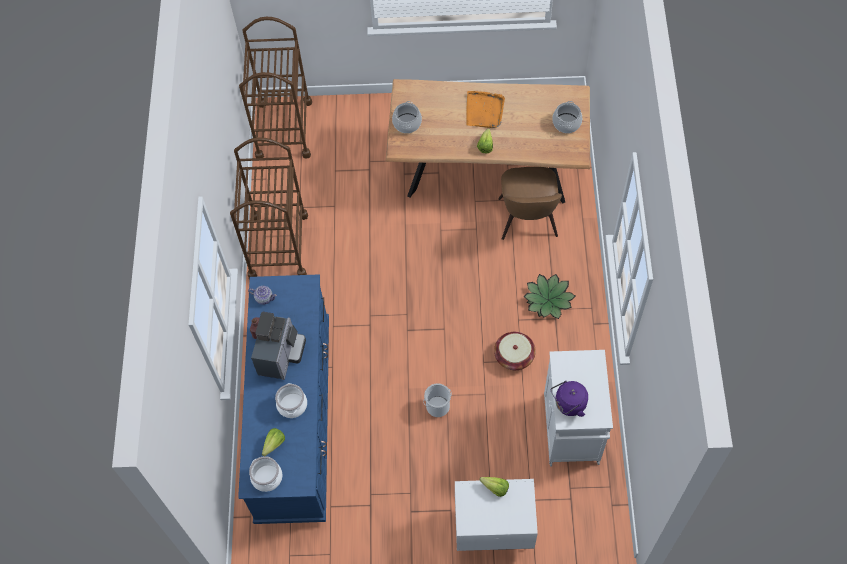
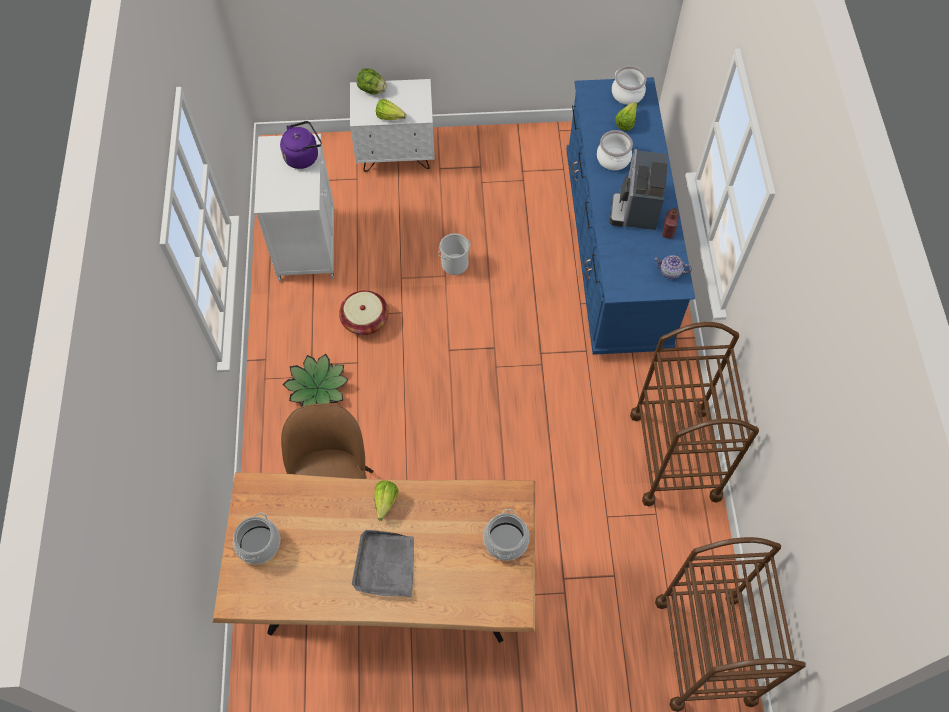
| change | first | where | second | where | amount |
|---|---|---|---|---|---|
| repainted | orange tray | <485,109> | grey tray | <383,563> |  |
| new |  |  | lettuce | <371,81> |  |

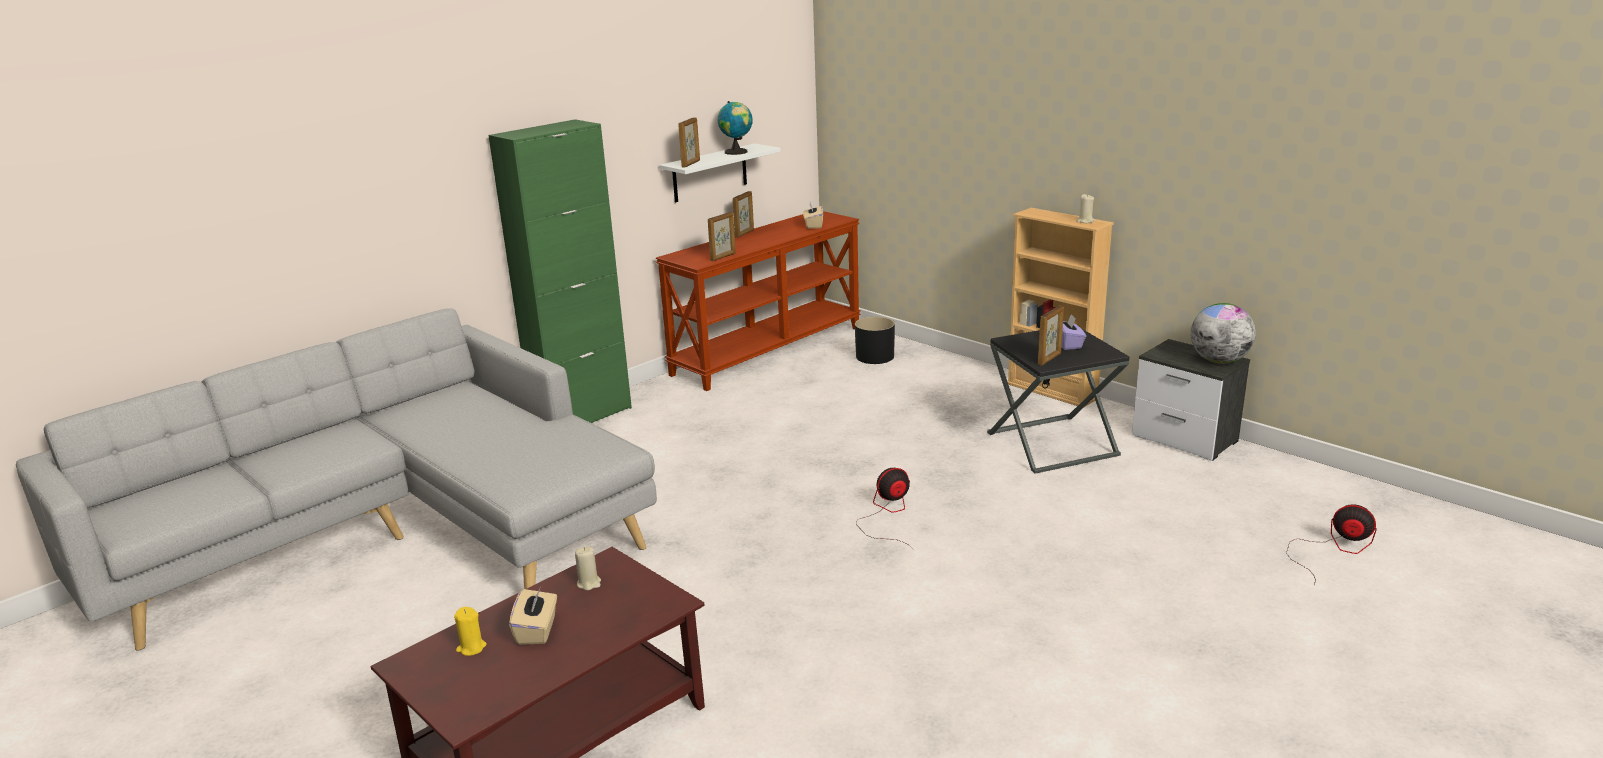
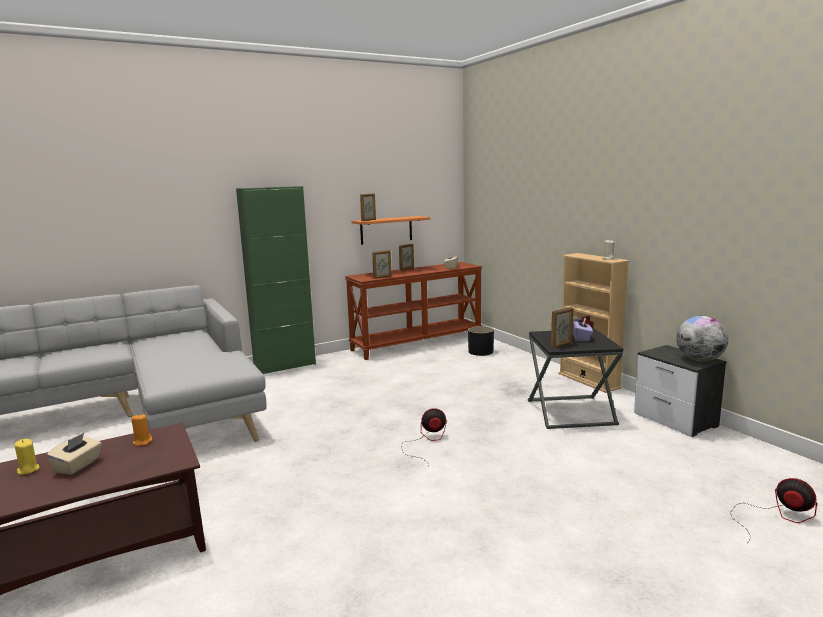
| change | first | where | second | where | amount |
|---|---|---|---|---|---|
| repainted | beige candle | <588,568> | orange candle | <141,430> |  |
| repainted | white shelf | <720,172> | orange shelf | <391,230> |  |
| gone | globe | <735,128> |  |  |  |

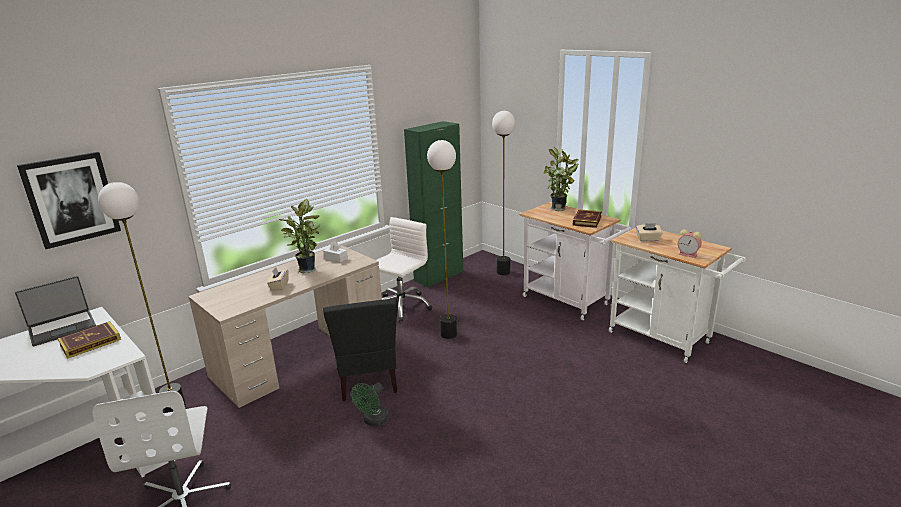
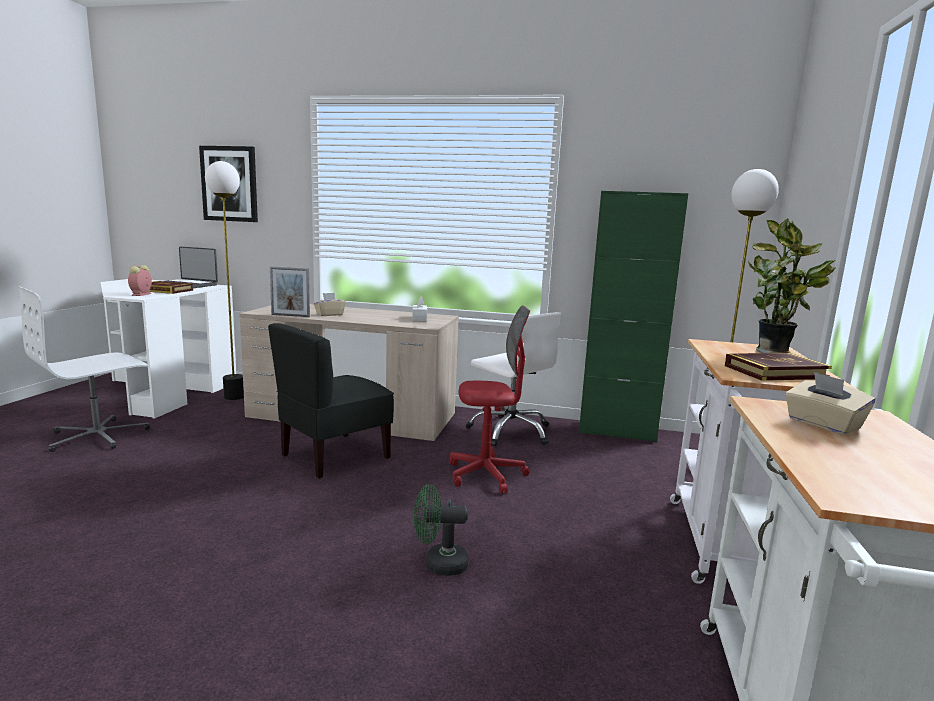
| change | first | where | second | where | amount |
|---|---|---|---|---|---|
| gone | potted plant | <299,236> |  |  |  |
| shifted | green fan | <370,404> |  | <441,530> |  |
| rotated | white office chair | <404,269> |  | <513,379> | 45 degrees clockwise |
| swapped | floor lamp | <442,239> | red office chair | <490,399> |  |
| shifted | alarm clock | <690,243> |  | <140,280> |  |
| new |  |  | picture frame | <290,292> |  |

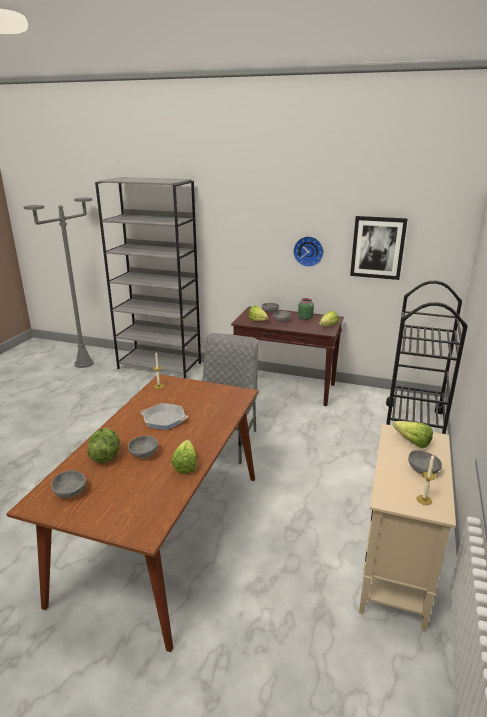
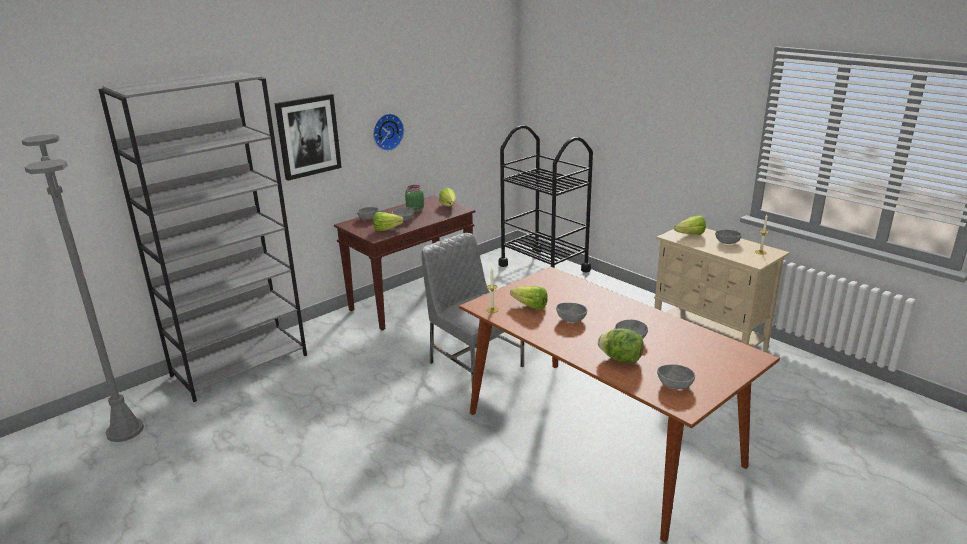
| change | first | where | second | where | amount |
|---|---|---|---|---|---|
| swapped | frying pan | <164,416> | grey bowl | <571,312> |  |
| shifted | lettuce | <184,457> |  | <529,298> |  |
| shifted | picture | <379,248> |  | <308,137> |  |

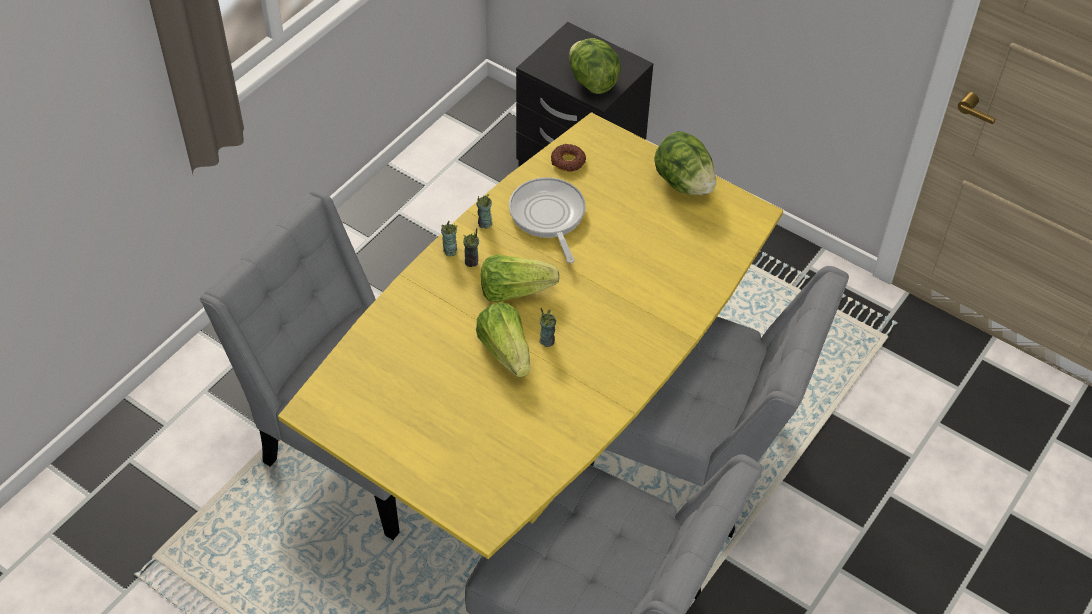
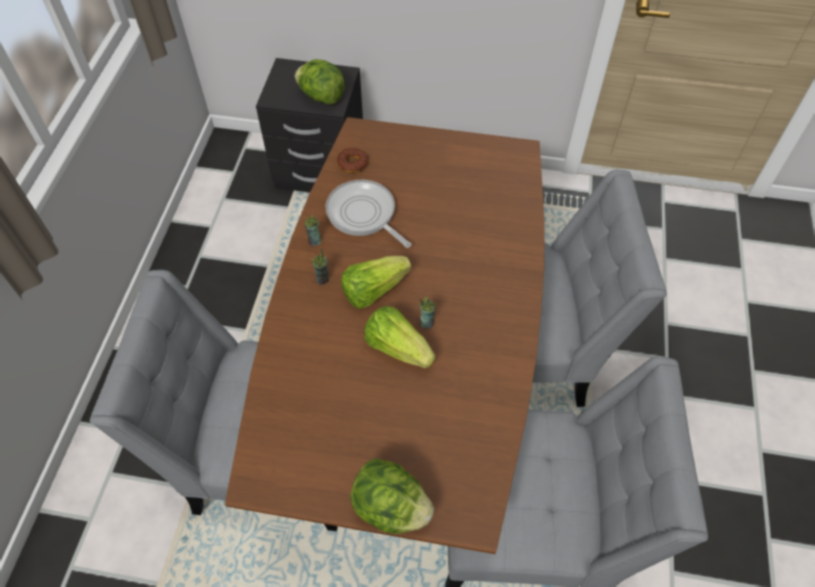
| change | first | where | second | where | amount |
|---|---|---|---|---|---|
| repainted | yellow dining table | <530,335> | brown dining table | <385,335> |  |
| gone | cup | <449,238> |  |  |  |
| shifted | lettuce | <685,163> |  | <392,496> |  |

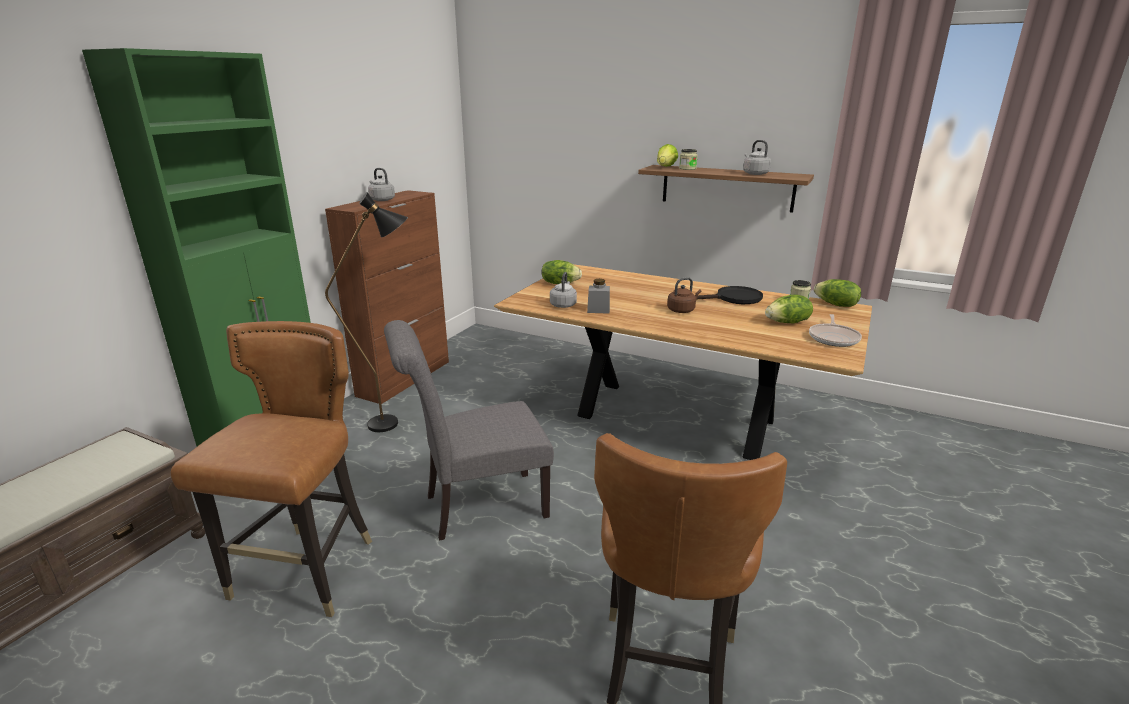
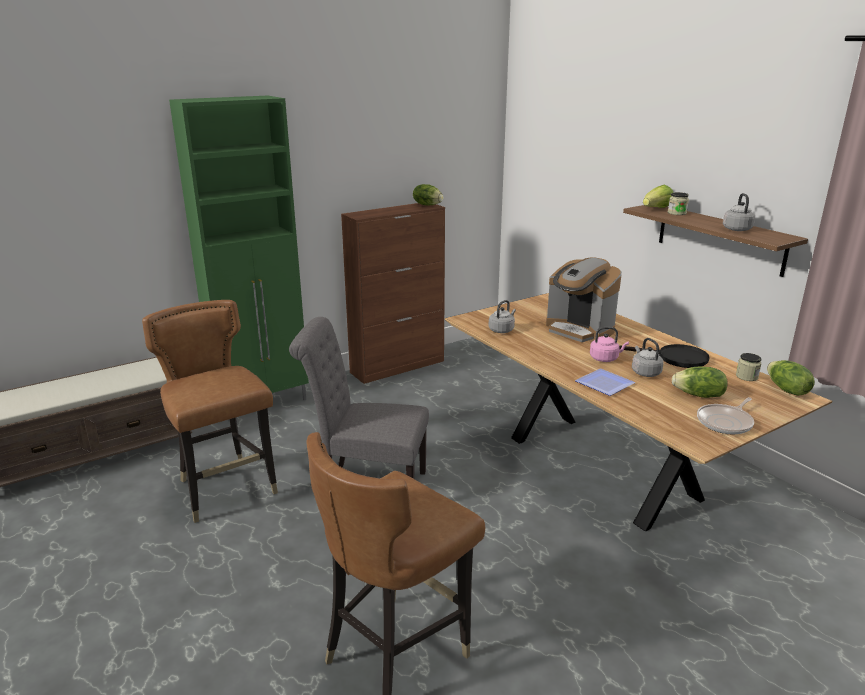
| change | first | where | second | where | amount |
|---|---|---|---|---|---|
| rotated | brown chair | <271,469> |  | <210,411> | 75 degrees counterclockwise |
| gone | black floor lamp | <366,312> |  |  |  |
| shifted | grey kettle | <381,184> |  | <648,357> |  |
| shifted | lettuce | <562,272> |  | <428,194> |  |
| gone | grey jar | <598,296> |  |  |  |
| repainted | brown kettle | <684,295> | pink kettle | <609,344> |  |
| new |  |  | coffee machine | <584,299> |  |
| new |  |  | plate | <605,382> |  |

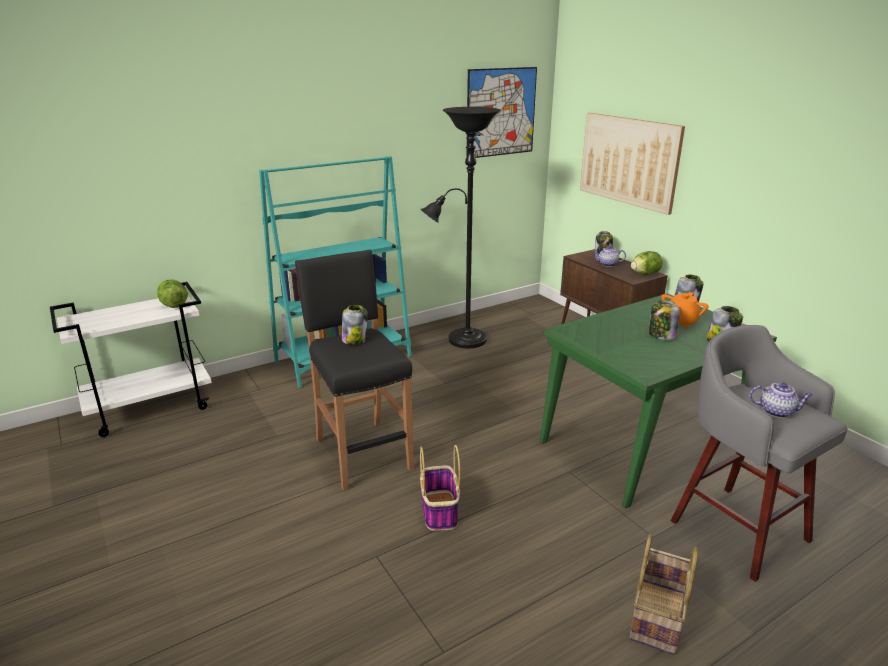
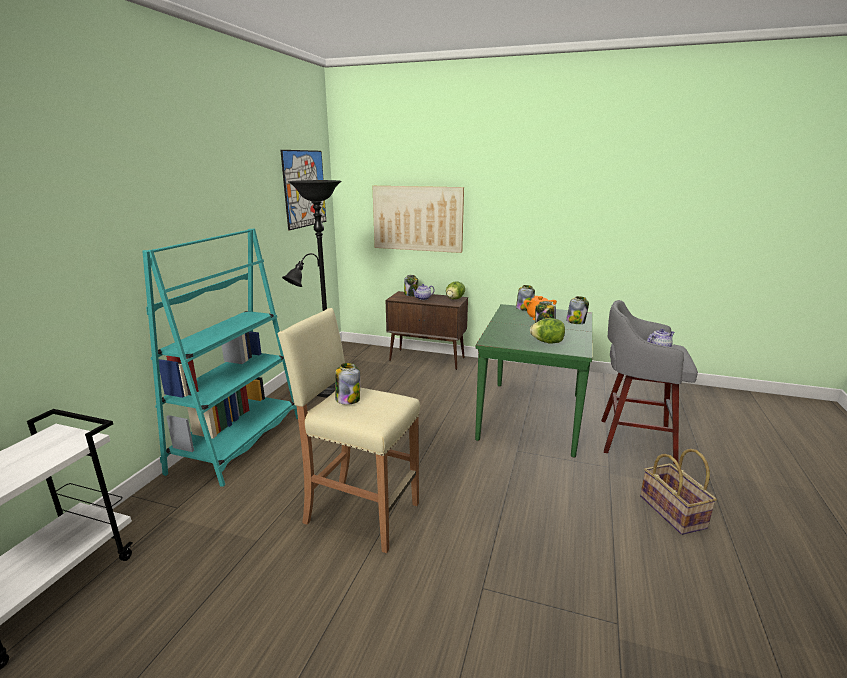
| change | first | where | second | where | amount |
|---|---|---|---|---|---|
| shifted | lettuce | <172,294> |  | <547,330> |  |
| repainted | black stool | <354,370> | beige stool | <348,430> |  |
| gone | basket | <440,488> |  |  |  |

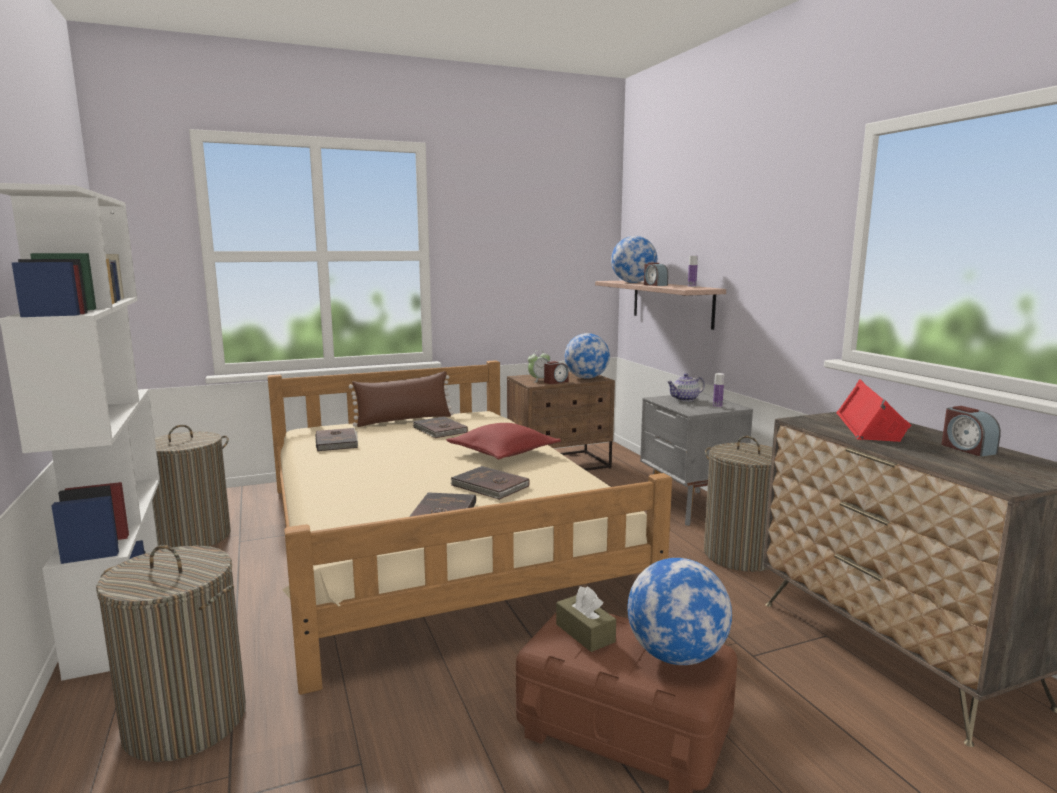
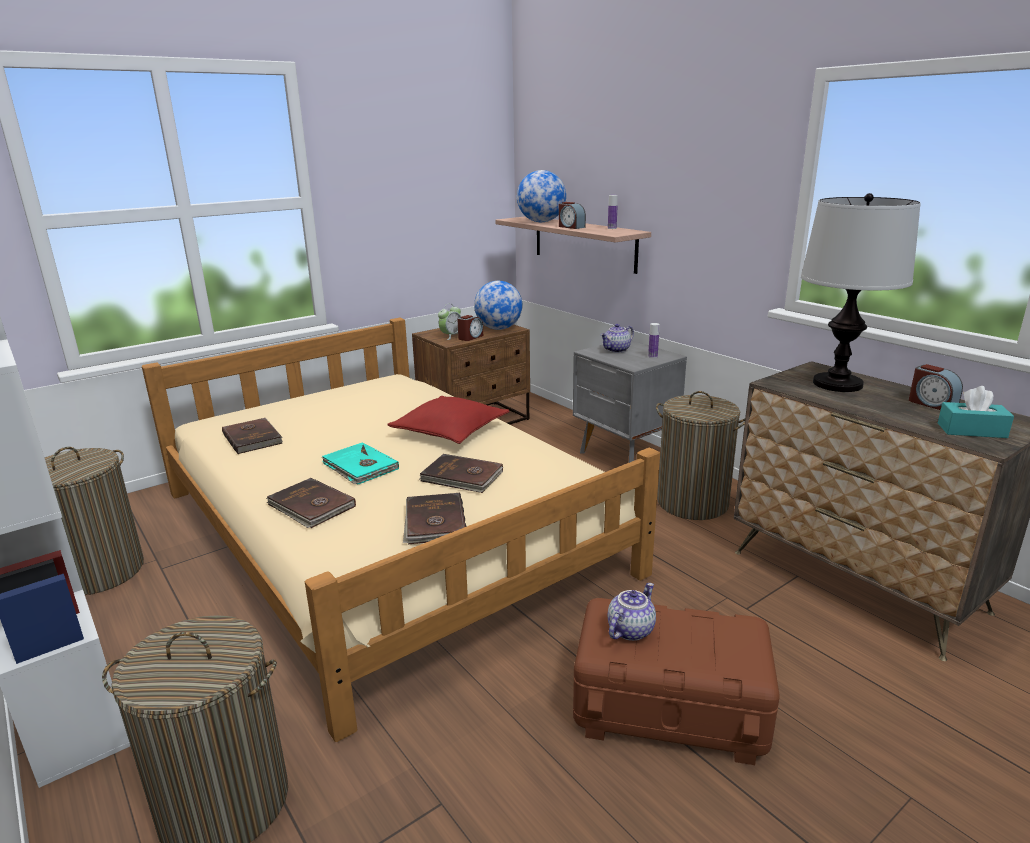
| change | first | where | second | where | amount |
|---|---|---|---|---|---|
| gone | brown pillow | <401,399> |  |  |  |
| shifted | brown book | <440,427> |  | <311,503> |  |
| swapped | brown tissue box | <586,619> | teapot | <632,612> |  |
| gone | globe | <679,611> |  |  |  |
| swapped | red speaker | <873,410> | table lamp | <861,292> |  |
| new |  |  | turquoise book | <360,463> |  |
| new |  |  | turquoise tissue box | <976,412> |  |

